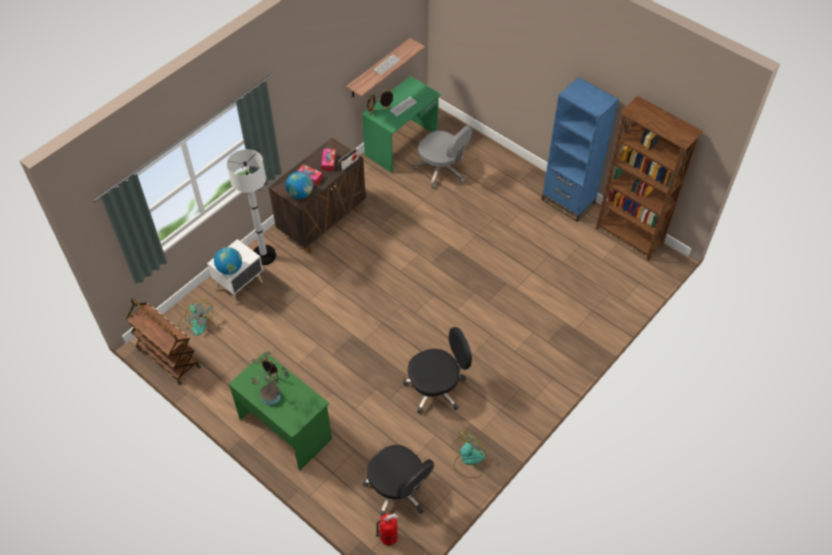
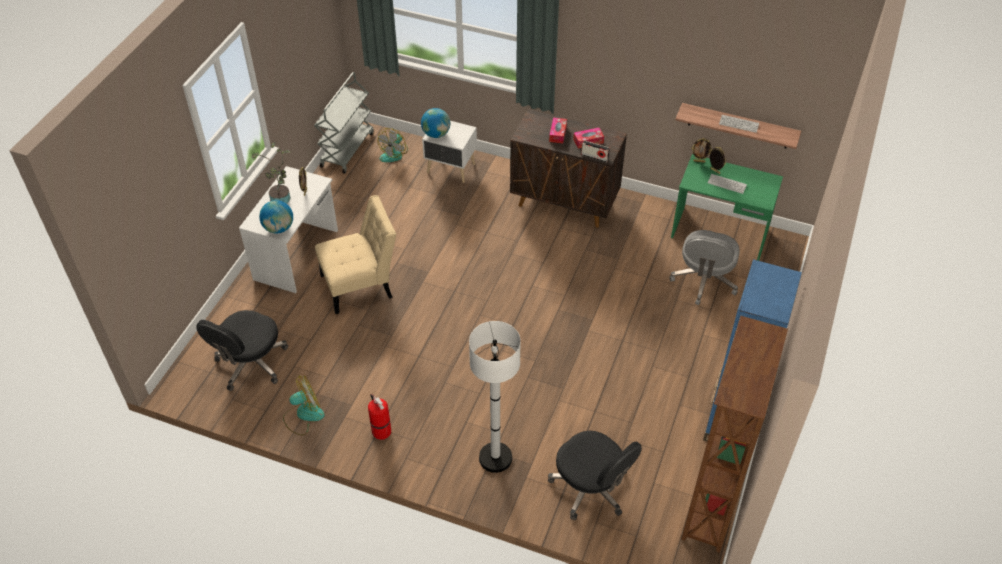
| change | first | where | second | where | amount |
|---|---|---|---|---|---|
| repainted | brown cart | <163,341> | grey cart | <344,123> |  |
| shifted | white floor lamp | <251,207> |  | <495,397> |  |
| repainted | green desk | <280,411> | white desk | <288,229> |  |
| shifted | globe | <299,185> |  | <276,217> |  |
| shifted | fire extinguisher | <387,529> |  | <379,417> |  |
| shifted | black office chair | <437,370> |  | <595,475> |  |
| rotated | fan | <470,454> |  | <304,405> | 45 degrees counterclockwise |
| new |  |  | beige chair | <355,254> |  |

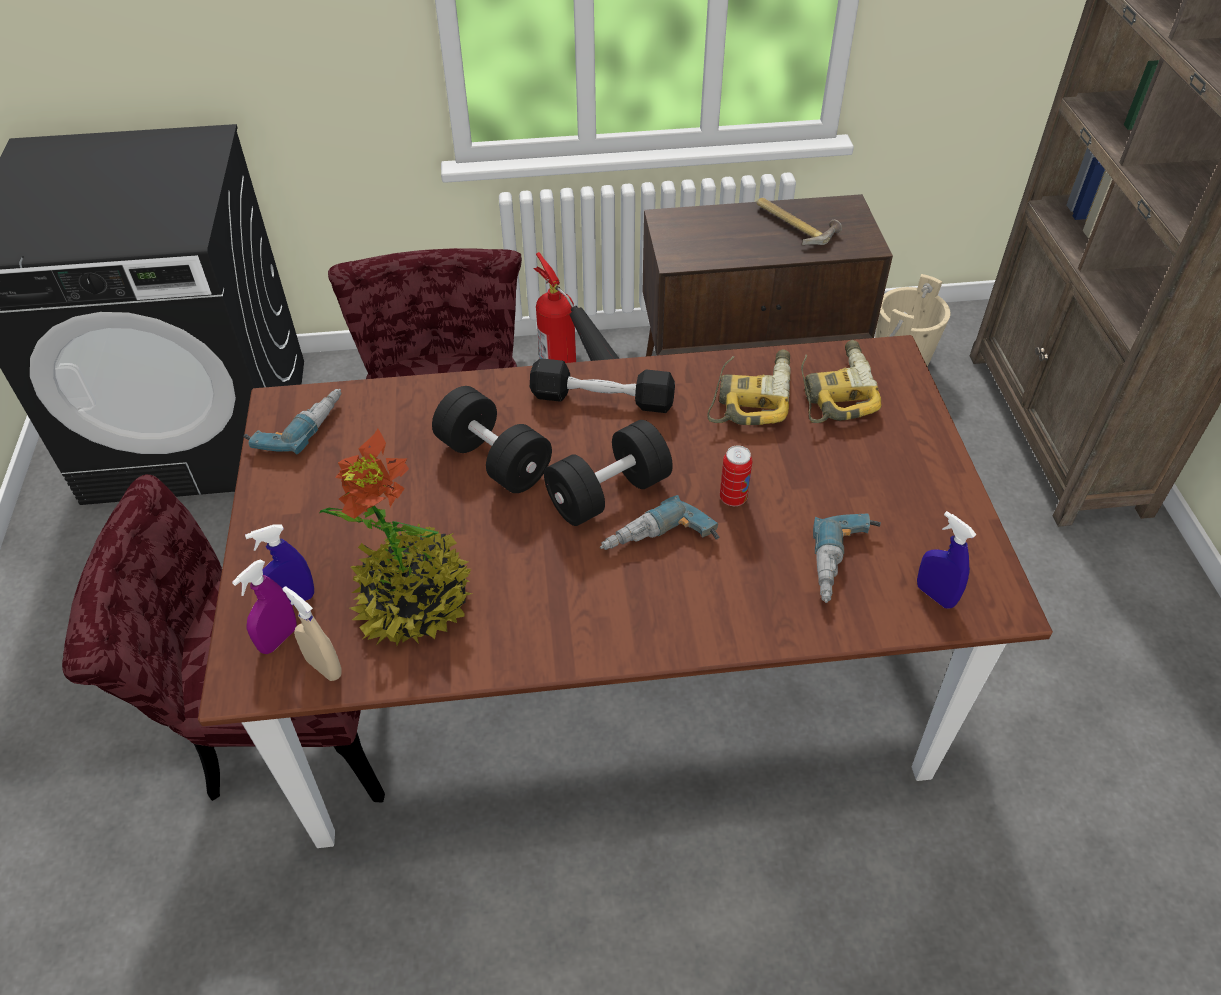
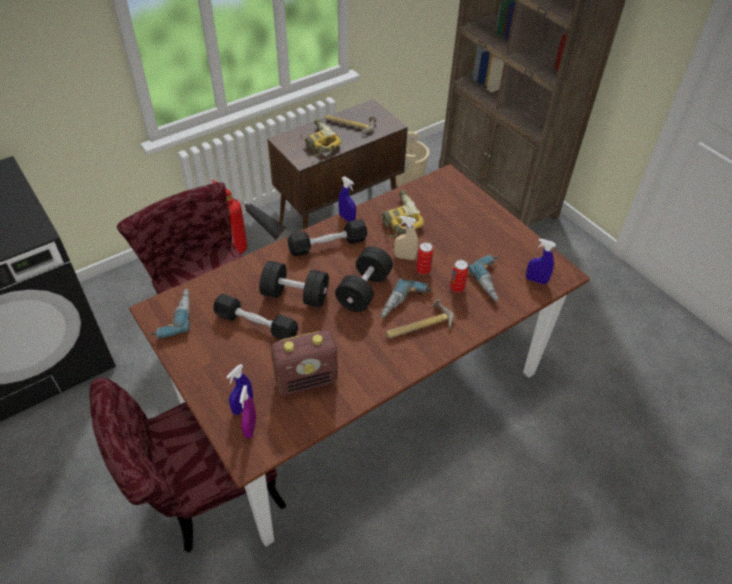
| change | first | where | second | where | amount |
|---|---|---|---|---|---|
| shifted | beige spray bottle | <312,633> |  | <406,238> |  |
| swapped | potted plant | <395,537> | radio | <304,362> |  |
| shifted | power drill | <841,381> |  | <320,137> |  |
| new |  |  | black dumbbell | <255,317> |  |
| new |  |  | blue spray bottle | <347,199> |  |
| new |  |  | hammer | <420,318> |  |
| new |  |  | can | <459,276> |  |

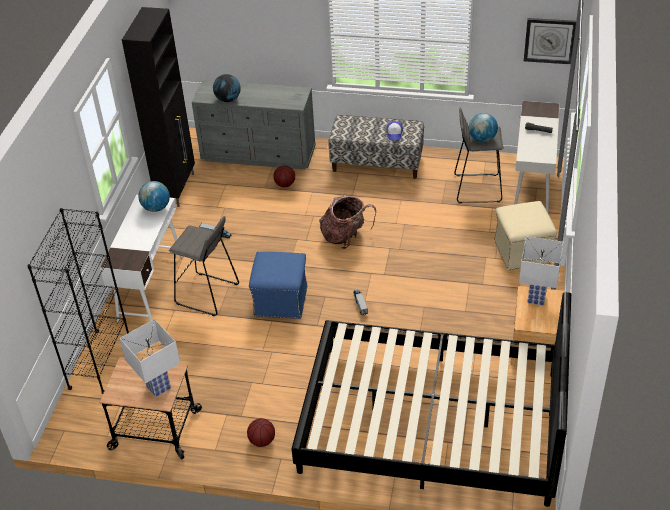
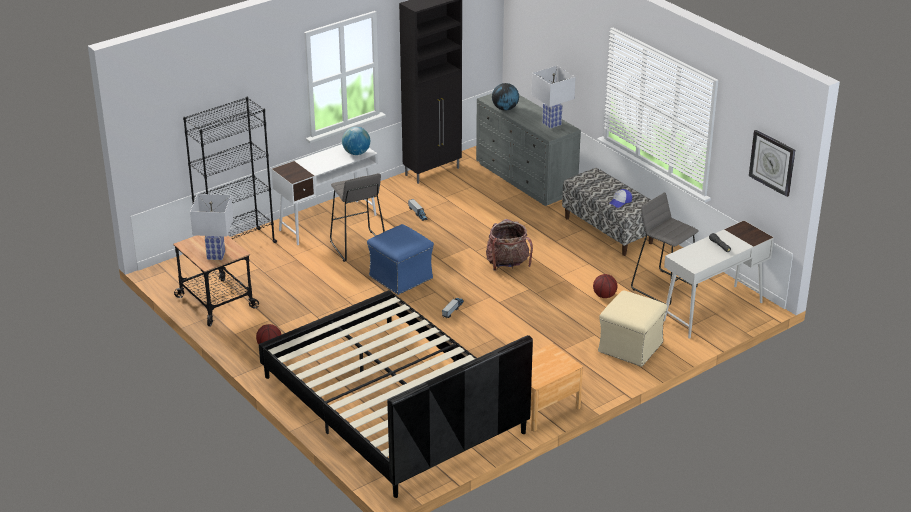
| change | first | where | second | where | amount |
|---|---|---|---|---|---|
| shifted | basketball | <284,176> |  | <605,286> |  |
| gone | globe | <483,127> |  |  |  |
| shifted | white table lamp | <541,271> |  | <554,97> |  |

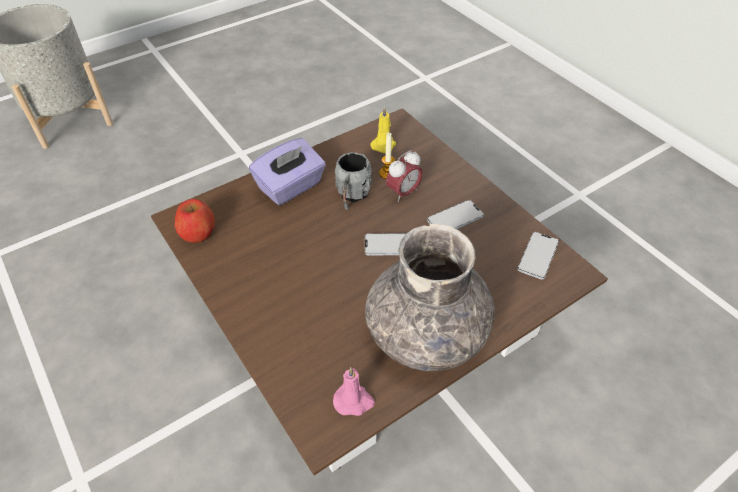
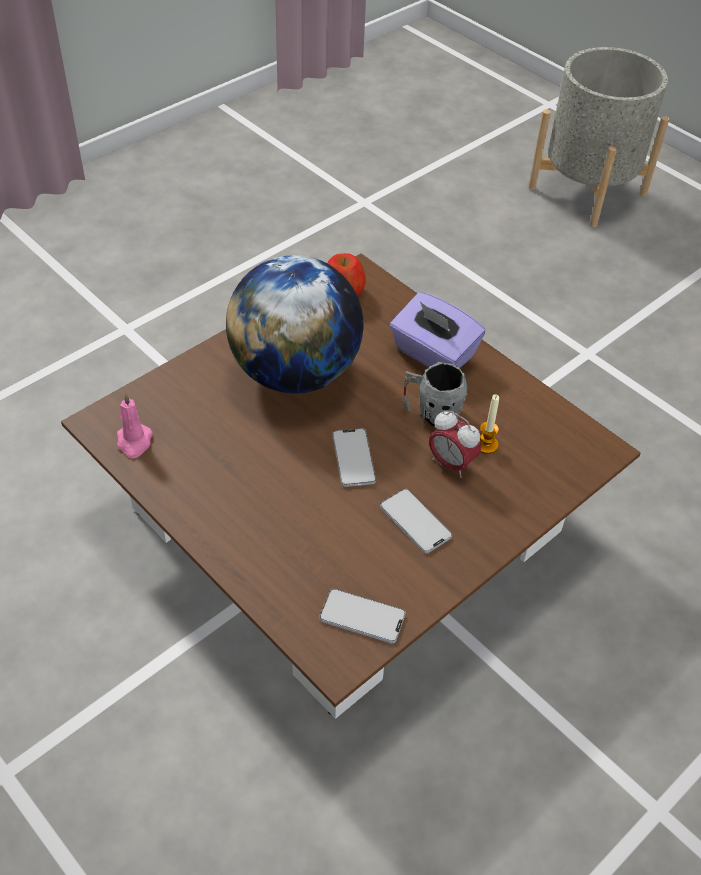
| change | first | where | second | where | amount |
|---|---|---|---|---|---|
| gone | grey vase | <430,297> |  |  |  |
| gone | yellow candle | <383,129> |  |  |  |
| new |  |  | globe | <294,324> |  |

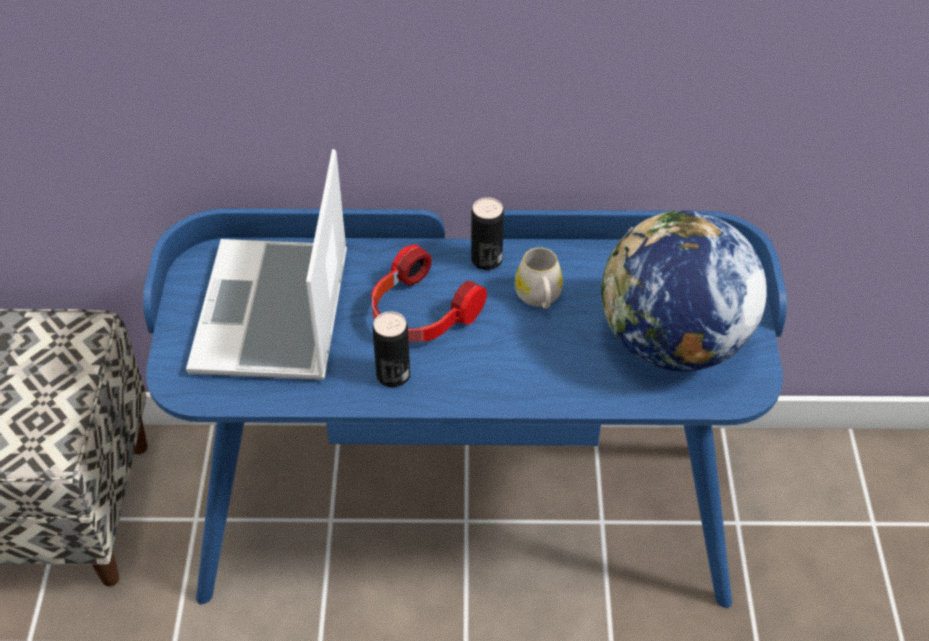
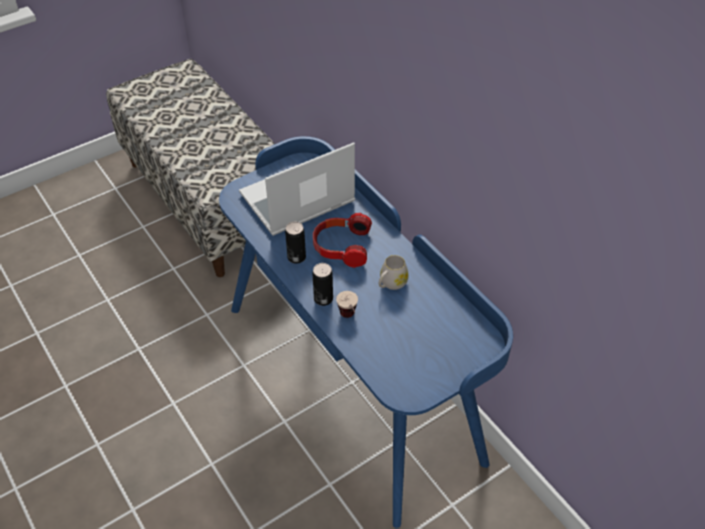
| change | first | where | second | where | amount |
|---|---|---|---|---|---|
| shifted | can | <487,233> |  | <322,284> |  |
| gone | globe | <684,291> |  |  |  |
| new |  |  | cup | <347,304> |  |

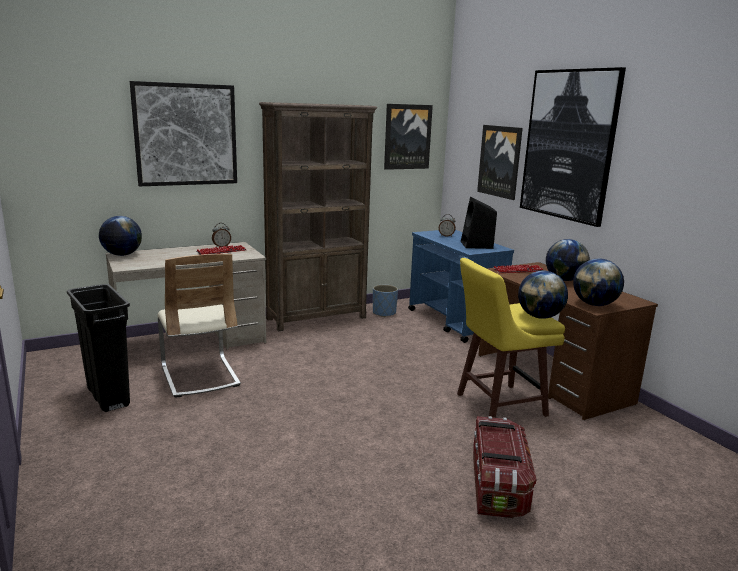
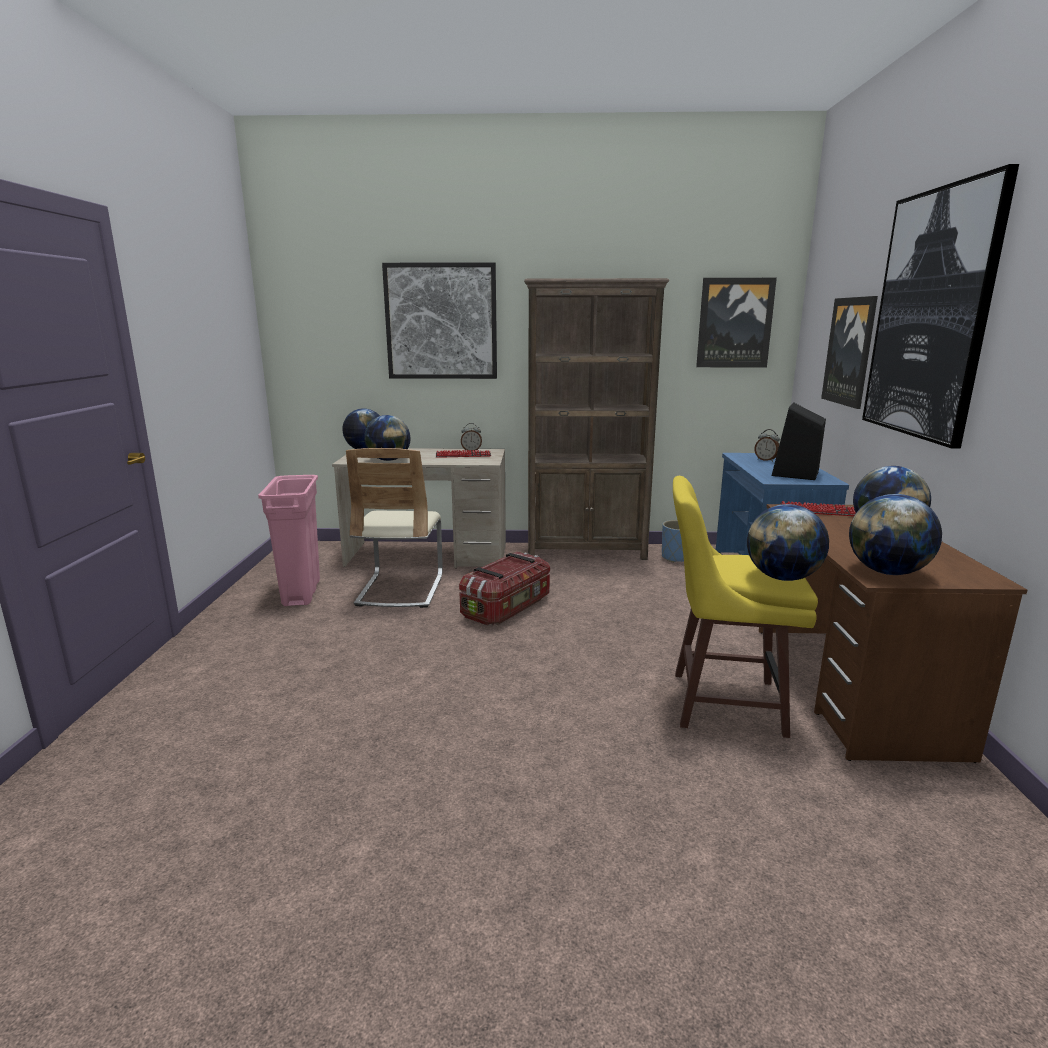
| change | first | where | second | where | amount |
|---|---|---|---|---|---|
| repainted | black trash can | <98,348> | pink trash can | <289,540> |  |
| shifted | storage box | <504,467> |  | <504,588> |  |
| new |  |  | globe | <387,438> |  |

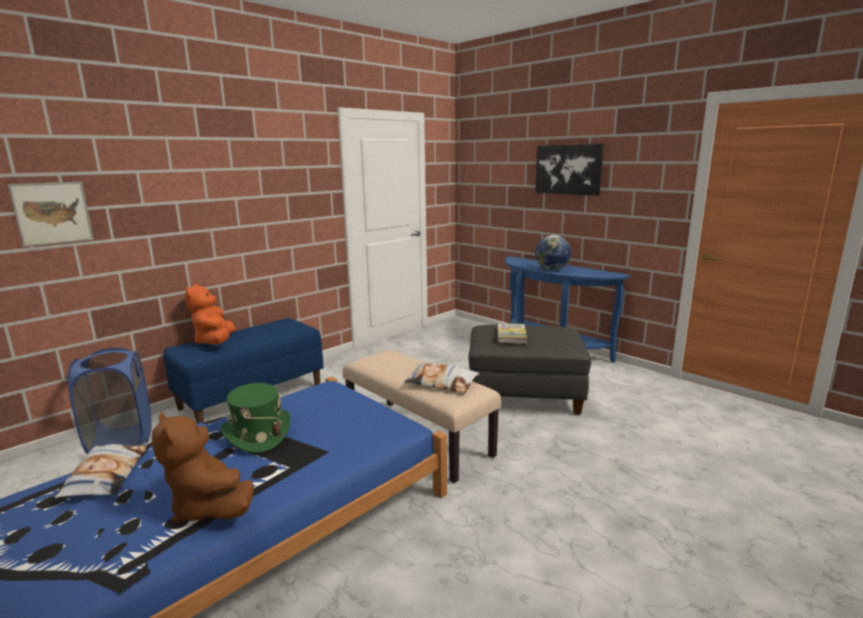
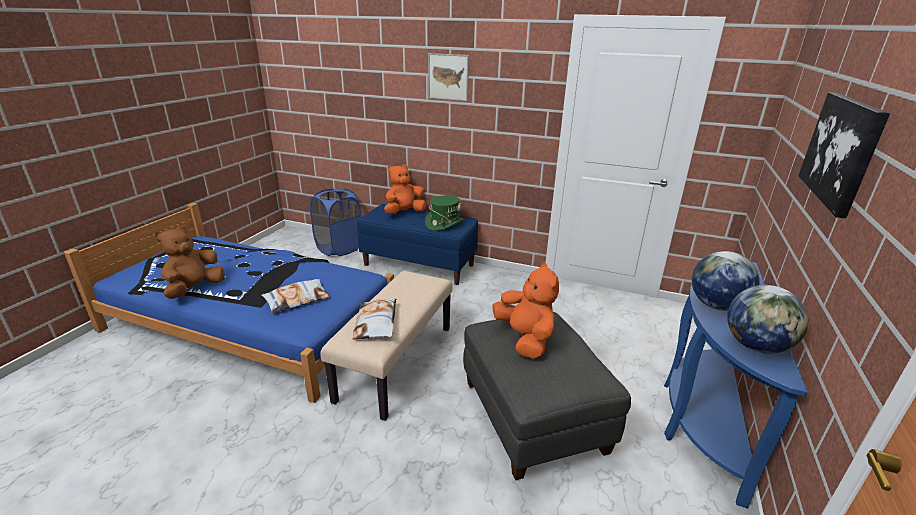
| change | first | where | second | where | amount |
|---|---|---|---|---|---|
| shifted | picture | <51,214> |  | <448,77> |  |
| shifted | pillow | <100,471> |  | <295,296> |  |
| shifted | green hat | <256,418> |  | <445,213> |  |
| swapped | book | <512,333> | orange plush toy | <526,310> |  |
| new |  |  | globe | <767,319> |  |

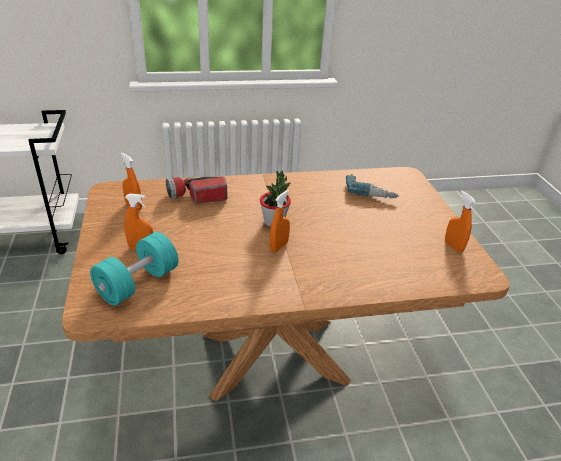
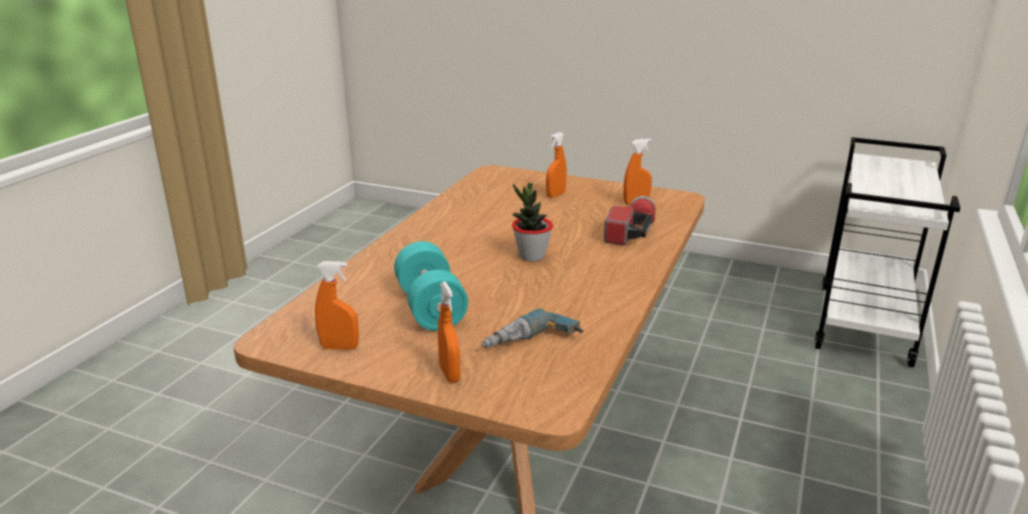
| change | first | where | second | where | amount |
|---|---|---|---|---|---|
| shifted | turquoise dumbbell | <134,269> |  | <431,286> |  |
| shifted | orange spray bottle | <280,221> |  | <449,332> |  |

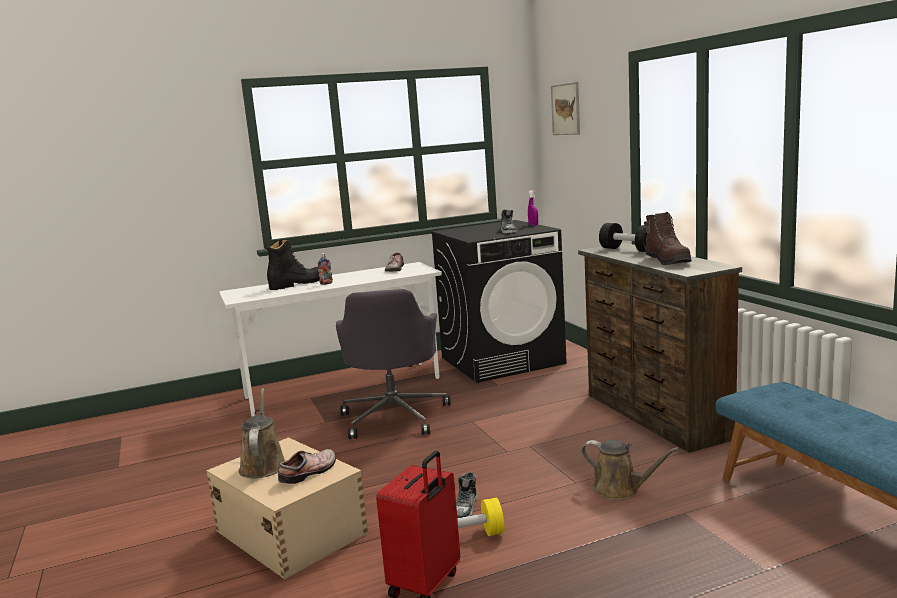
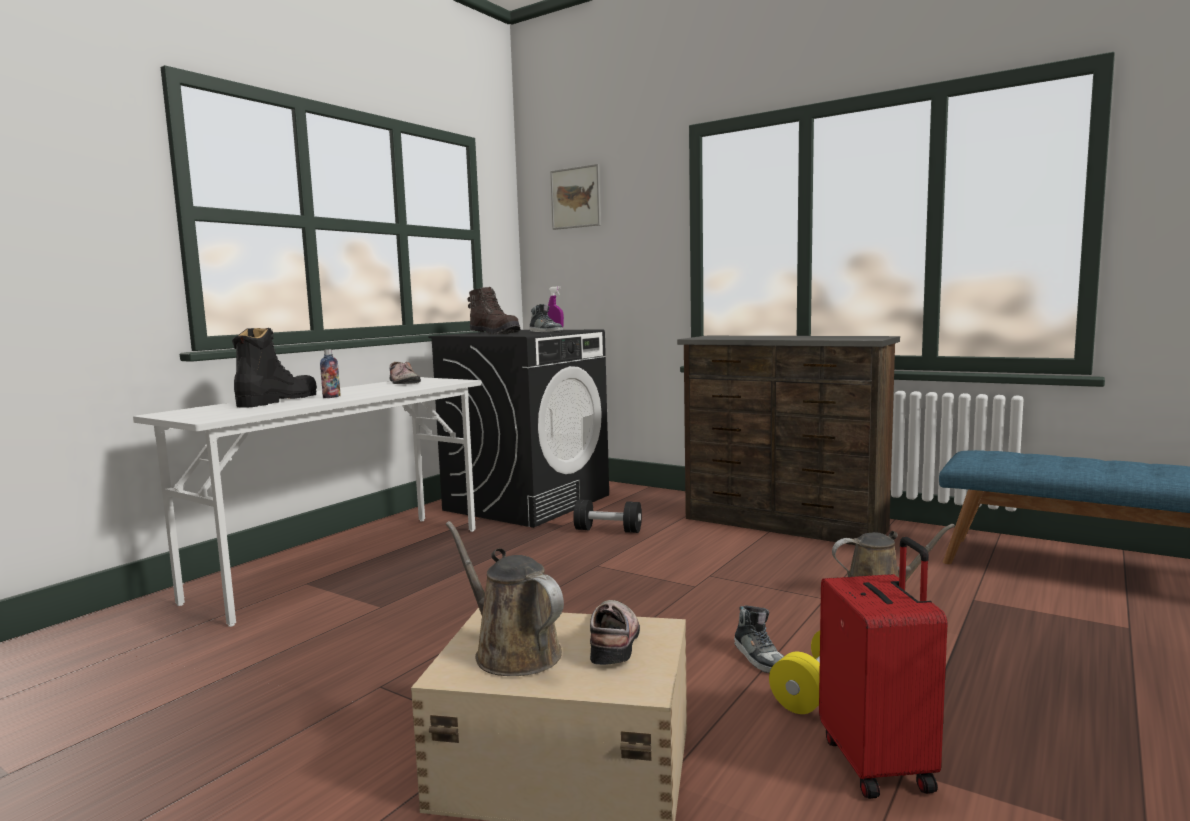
| change | first | where | second | where | amount |
|---|---|---|---|---|---|
| gone | grey office chair | <393,364> |  |  |  |
| shifted | black dumbbell | <623,237> |  | <607,516> |  |
| shifted | brown boot | <668,238> |  | <493,310> |  |

